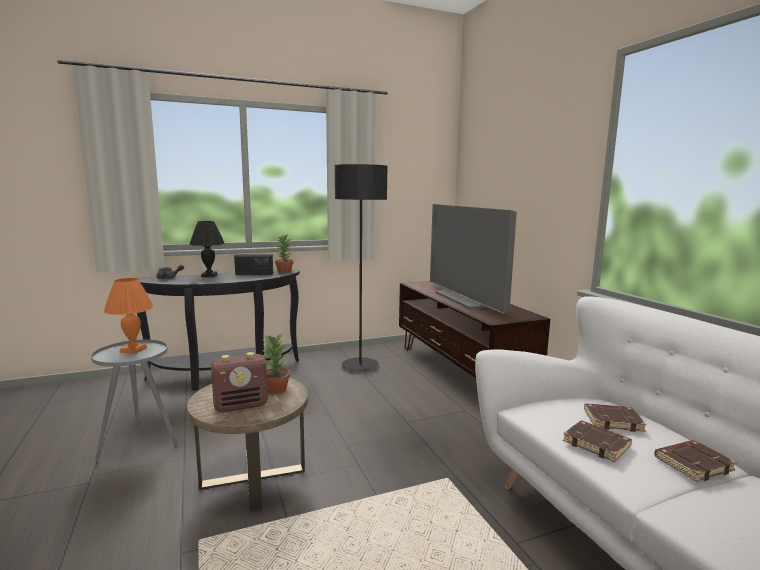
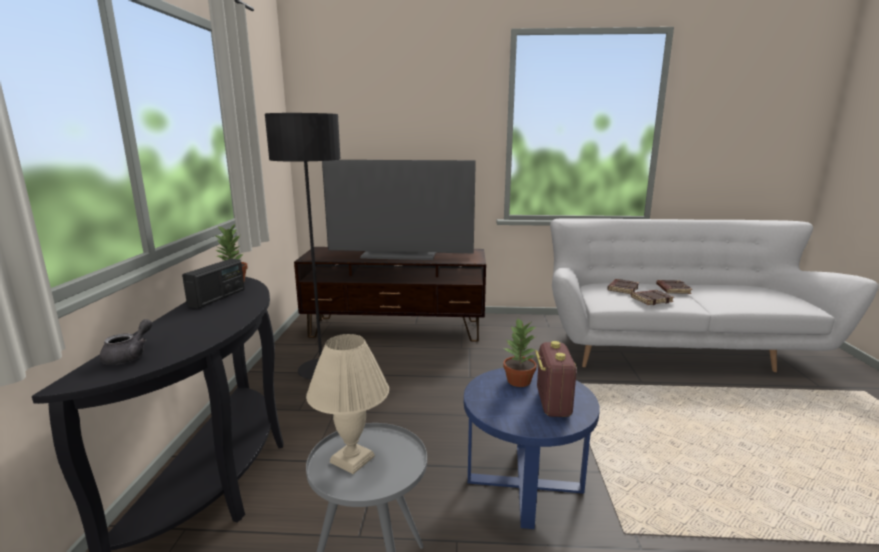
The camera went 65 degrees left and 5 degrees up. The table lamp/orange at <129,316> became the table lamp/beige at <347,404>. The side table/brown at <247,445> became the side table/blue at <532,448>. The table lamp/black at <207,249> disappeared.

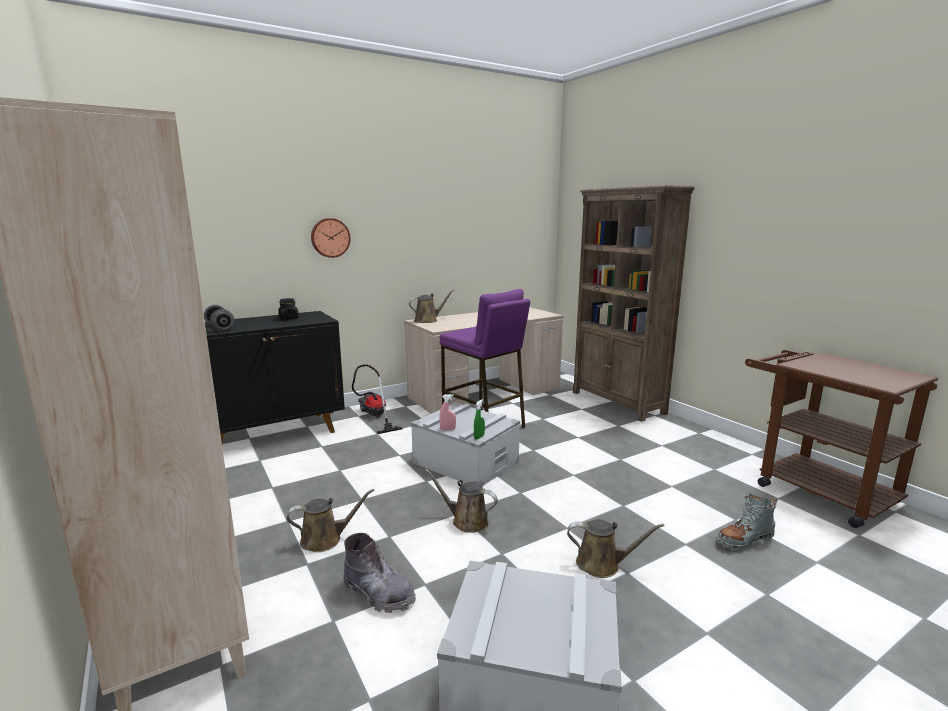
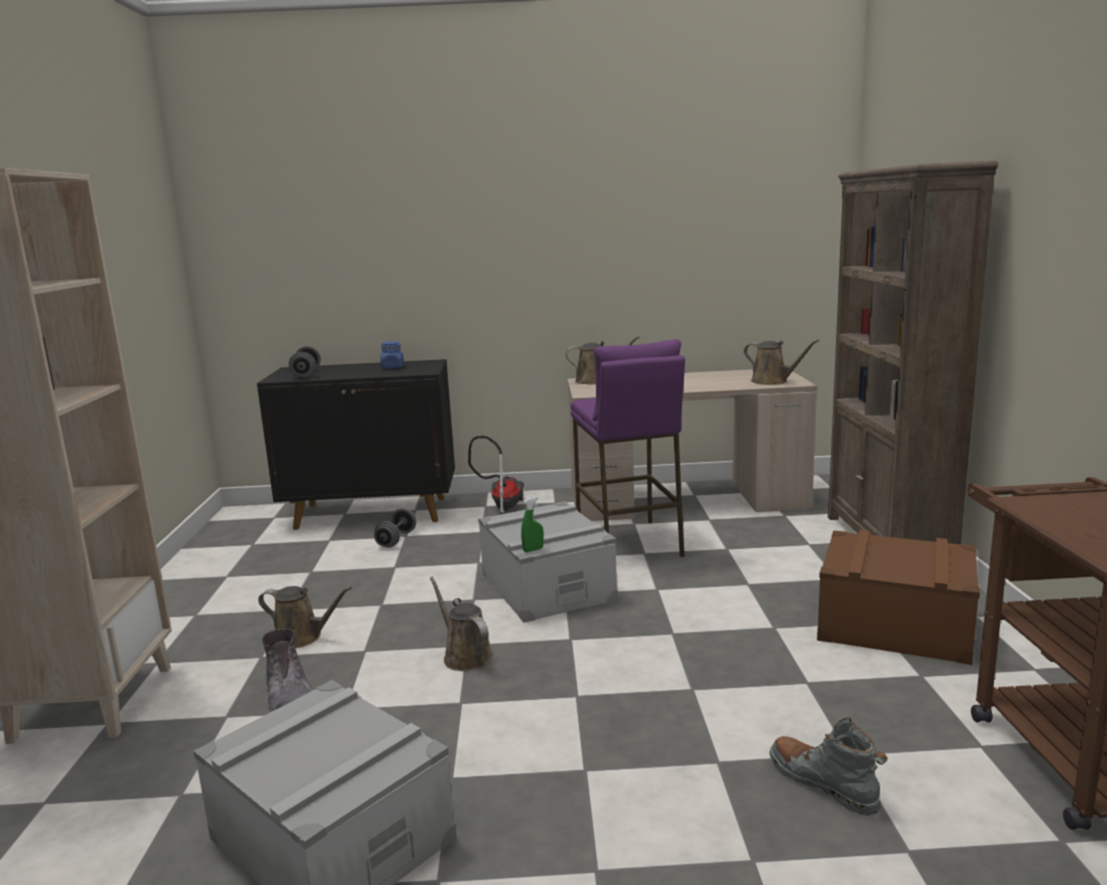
The camera went 30 degrees right and 0 degrees up. The dumbbell/grey at <395,527> appeared. The jar/black at <288,309> became the jar/blue at <392,355>. The watering can/brown moved from <615,548> to <781,362>. The boot/grey at <746,522> turned 45 degrees clockwise. The storage box/brown at <898,597> appeared. The wall clock at <330,238> disappeared. The spray bottle/pink at <447,412> disappeared.

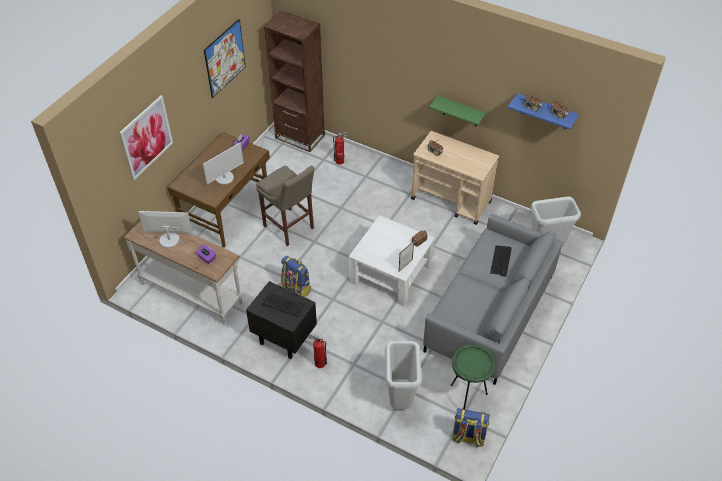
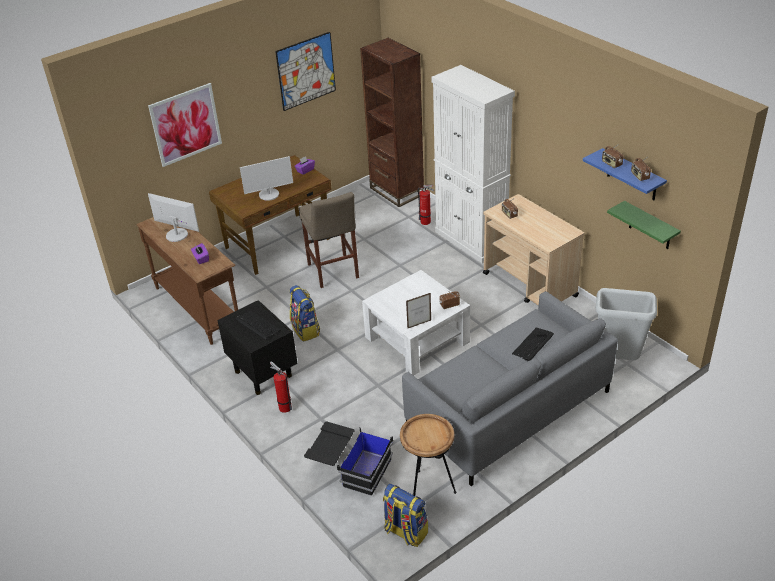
The camera went 25 degrees right and 10 degrees down. The console table/white at <183,272> became the console table/brown at <187,281>. The trash can/grey at <403,375> was replaced by the storage box/black at <348,458>. The side table/green at <473,377> became the side table/brown at <428,455>. The cabinet/white at <473,164> appeared. The shelf/green moved from <457,111> to <644,225>.

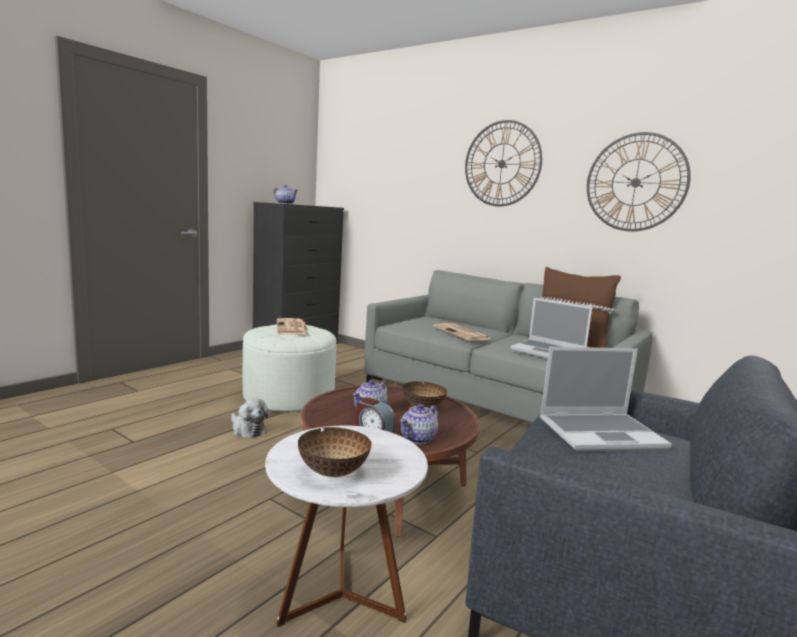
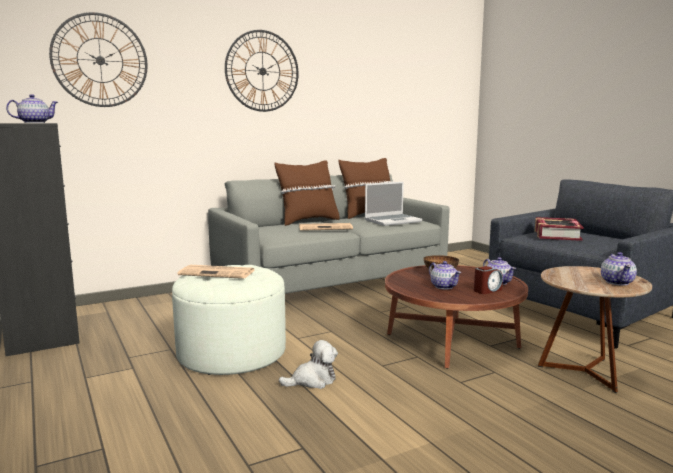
The camera went 65 degrees left and 0 degrees up. The wall clock moved from <639,181> to <98,59>. The pillow/brown at <307,193> appeared. The laptop at <606,399> was replaced by the book at <559,229>. The side table/white at <346,526> became the side table/brown at <595,329>. The bowl at <335,452> was replaced by the teapot at <619,268>.

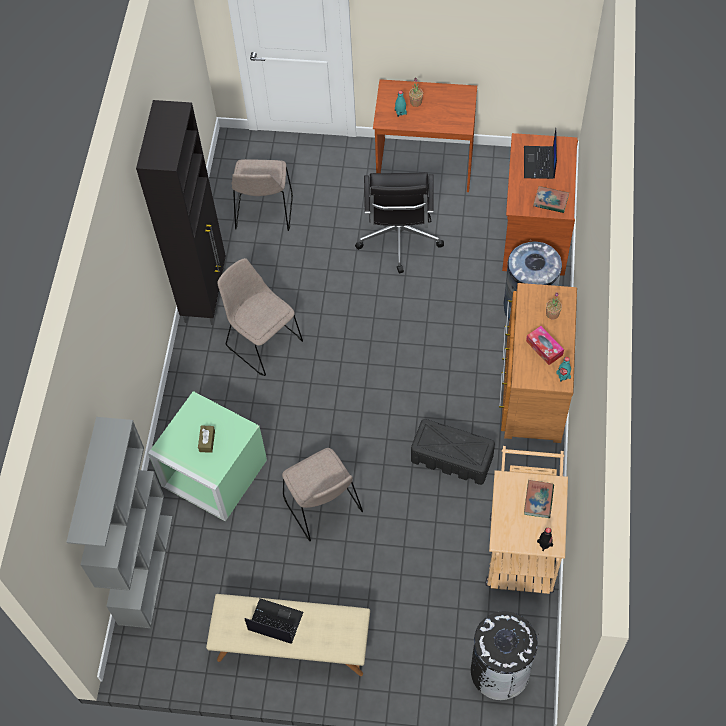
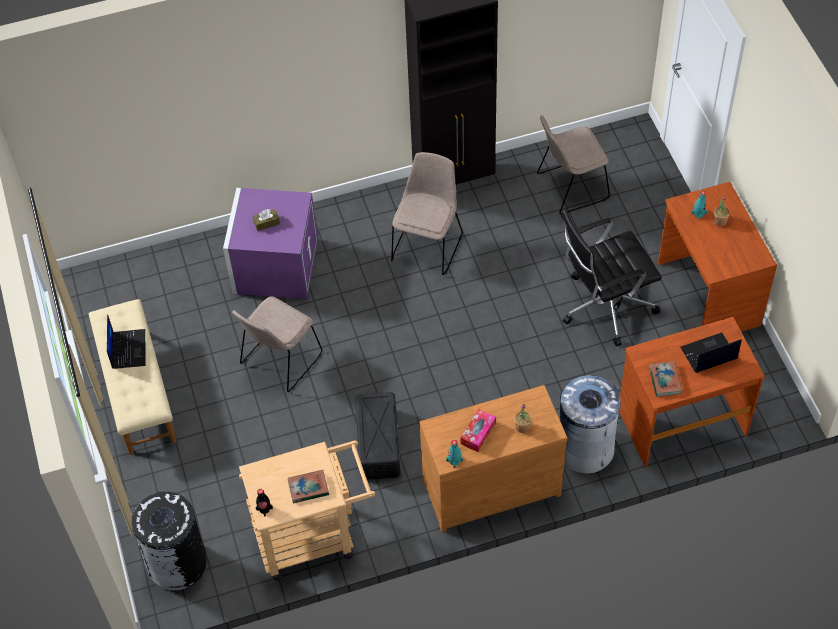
The camera went 65 degrees right and 5 degrees down. The storage box/green at <207,456> became the storage box/purple at <270,243>. The bookcase/grey at <120,522> disappeared.

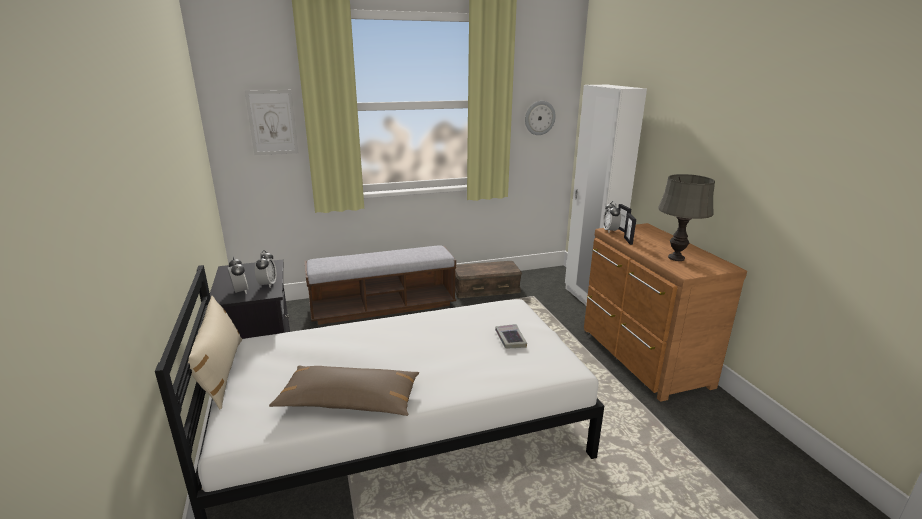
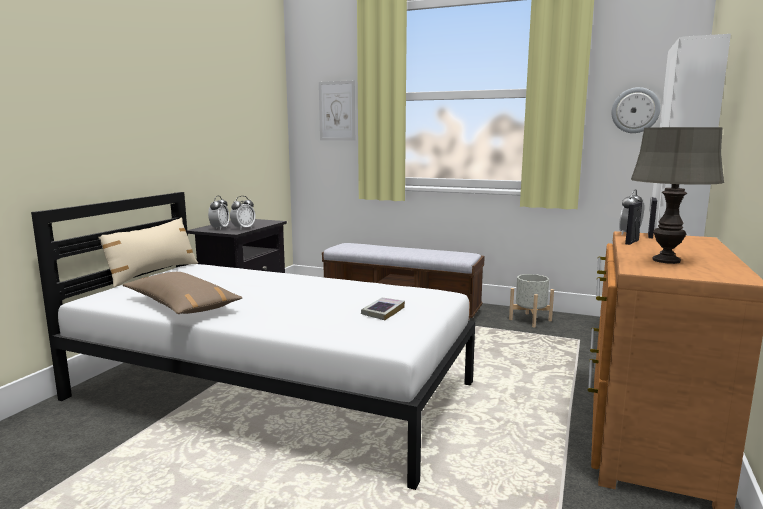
The camera went 40 degrees right and 10 degrees down. The storage box/brown at <488,279> was replaced by the planter/grey at <531,301>.

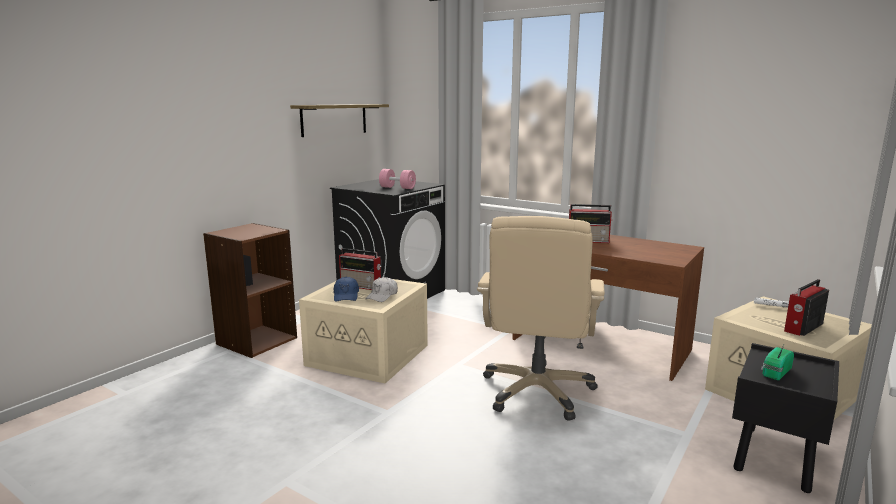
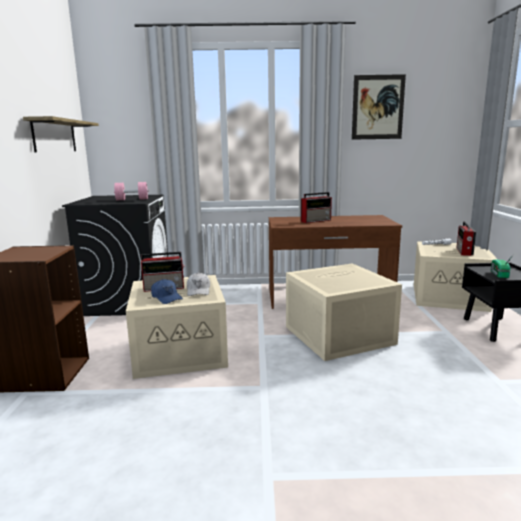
The camera went 35 degrees left and 0 degrees up. The office chair/beige at <541,318> was replaced by the storage box/beige at <344,312>. The picture at <379,107> appeared.

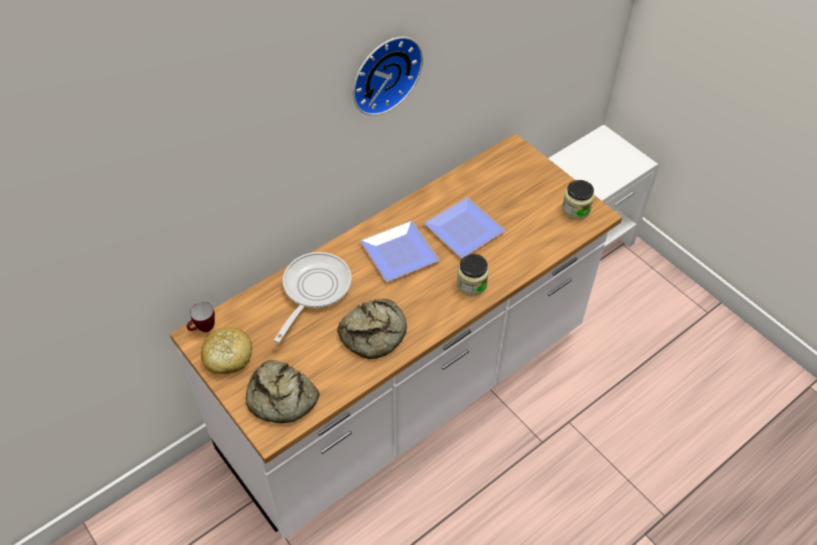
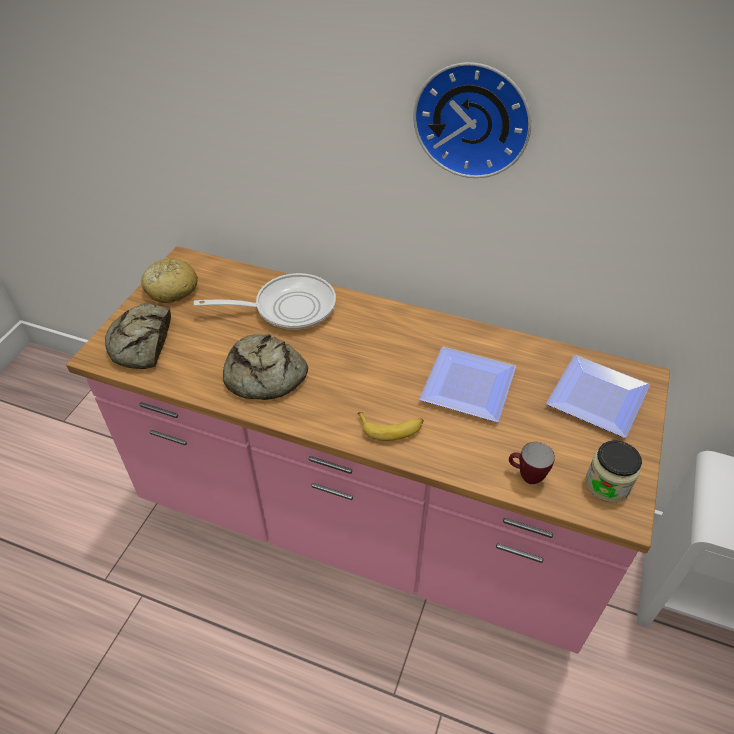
The camera went 60 degrees right and 5 degrees down. The counter/white at <396,336> became the counter/pink at <368,450>. The jar at <473,275> was replaced by the banana at <390,426>. The mug moved from <201,317> to <532,463>. The plate moved from <399,251> to <598,396>.

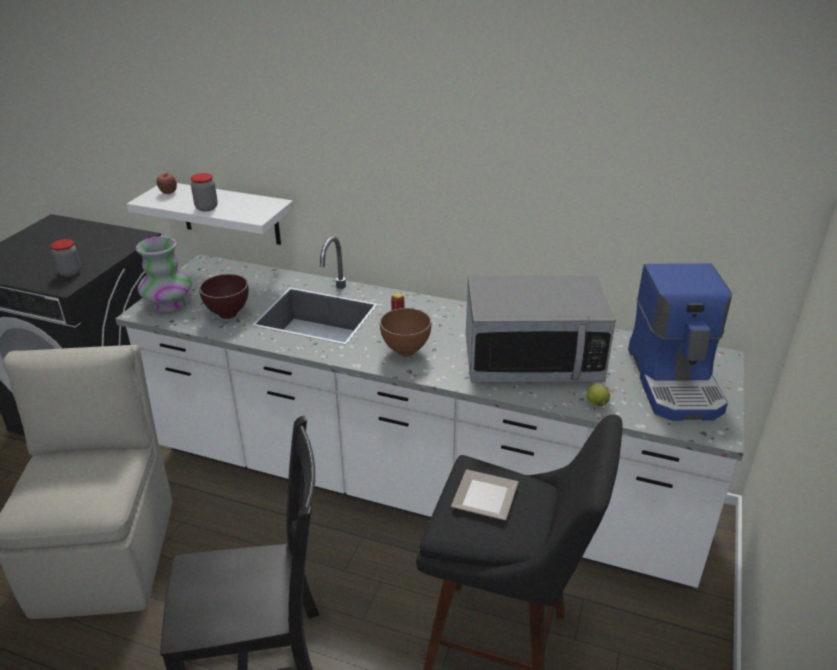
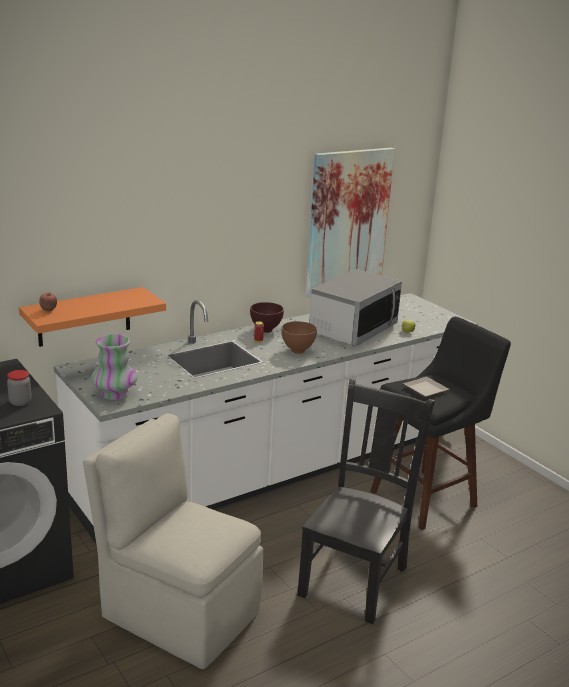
The camera went 55 degrees left and 10 degrees down. The shelf/white at <210,214> became the shelf/orange at <92,317>. The bowl/brown moved from <224,296> to <267,317>. The picture at <350,223> appeared. The jar at <204,192> disappeared. The coffee machine at <680,342> disappeared.

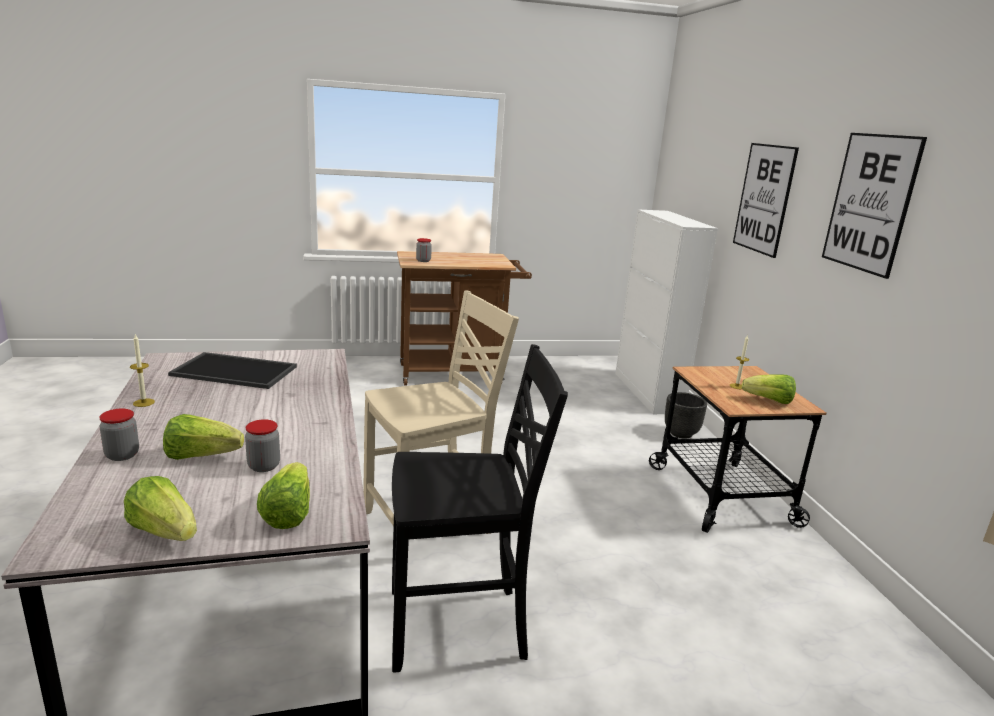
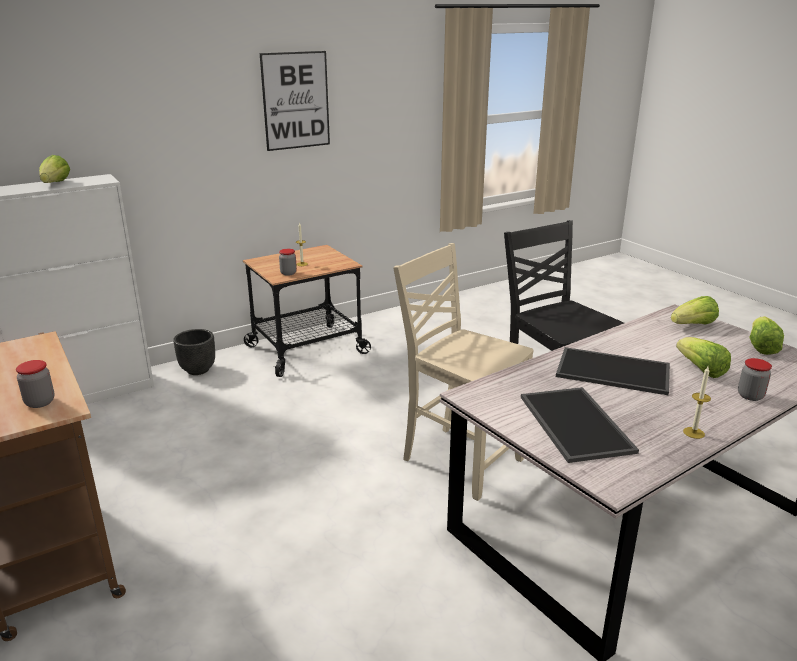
The camera went 110 degrees left and 5 degrees up. The lettuce moved from <769,389> to <54,169>. The jar moved from <262,445> to <288,262>. The tray at <613,371> appeared. The picture at <766,200> disappeared.

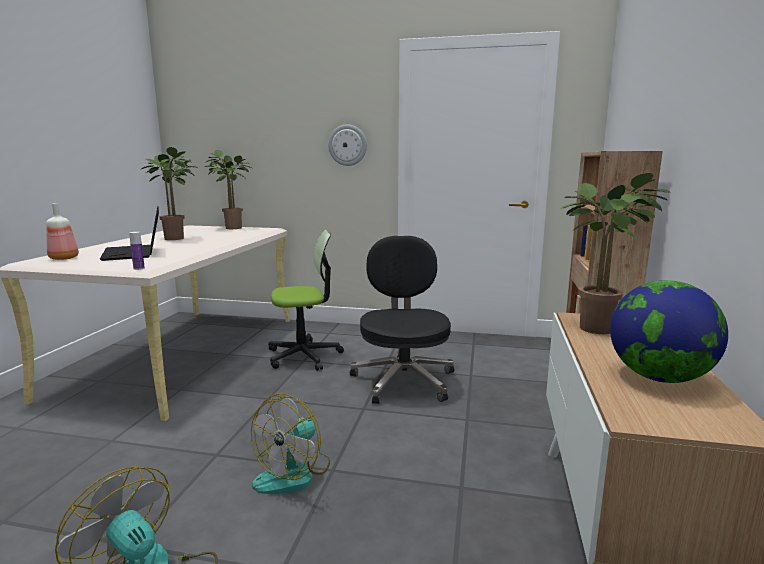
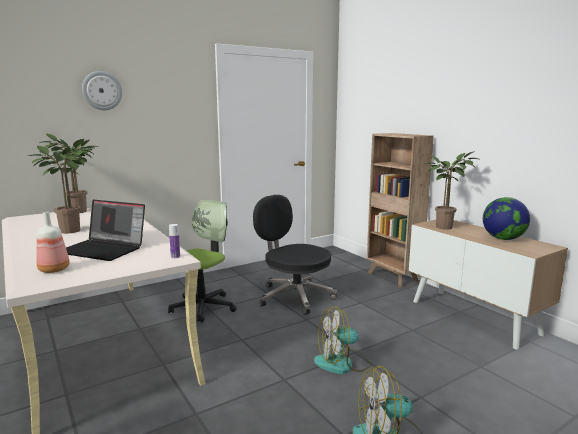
The camera went 45 degrees left and 0 degrees up. The wall clock moved from <347,145> to <102,90>. The fan at <290,444> turned 90 degrees clockwise.

